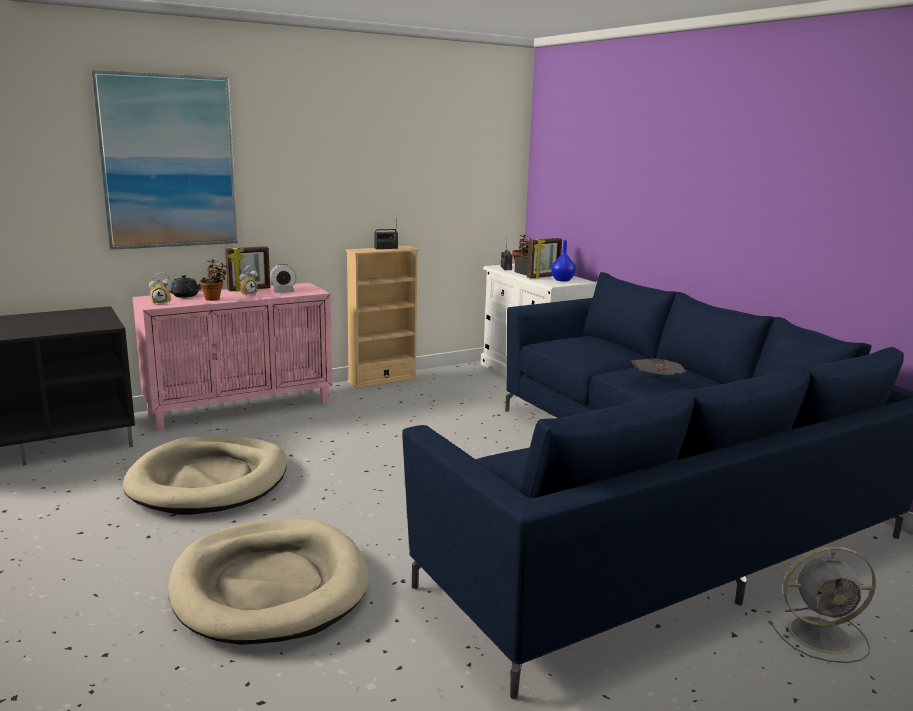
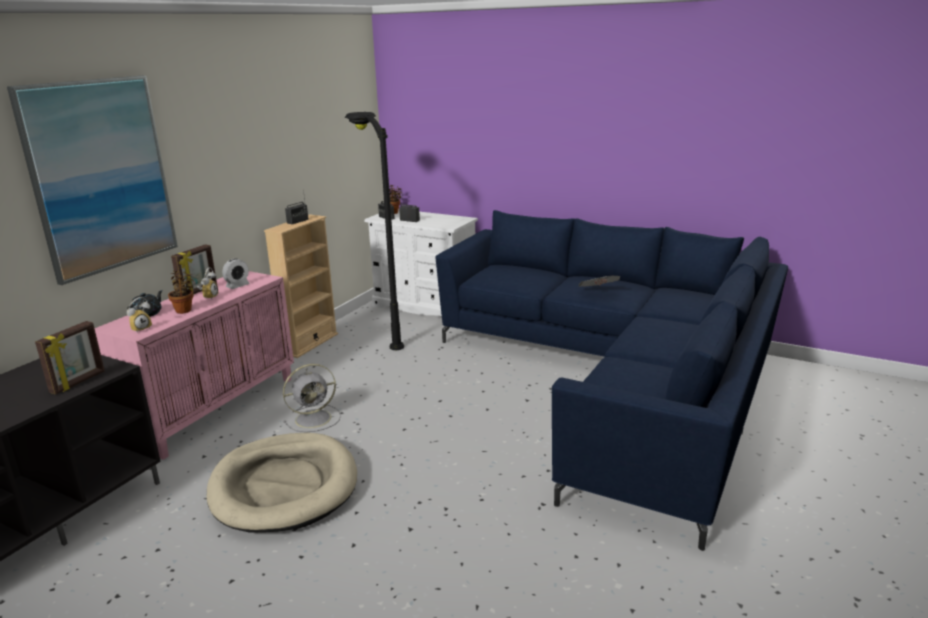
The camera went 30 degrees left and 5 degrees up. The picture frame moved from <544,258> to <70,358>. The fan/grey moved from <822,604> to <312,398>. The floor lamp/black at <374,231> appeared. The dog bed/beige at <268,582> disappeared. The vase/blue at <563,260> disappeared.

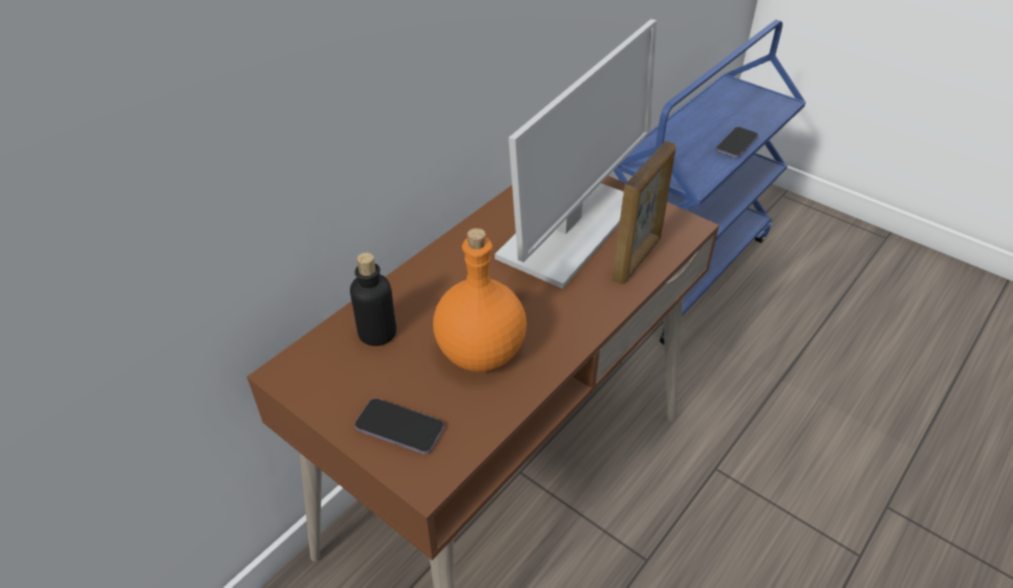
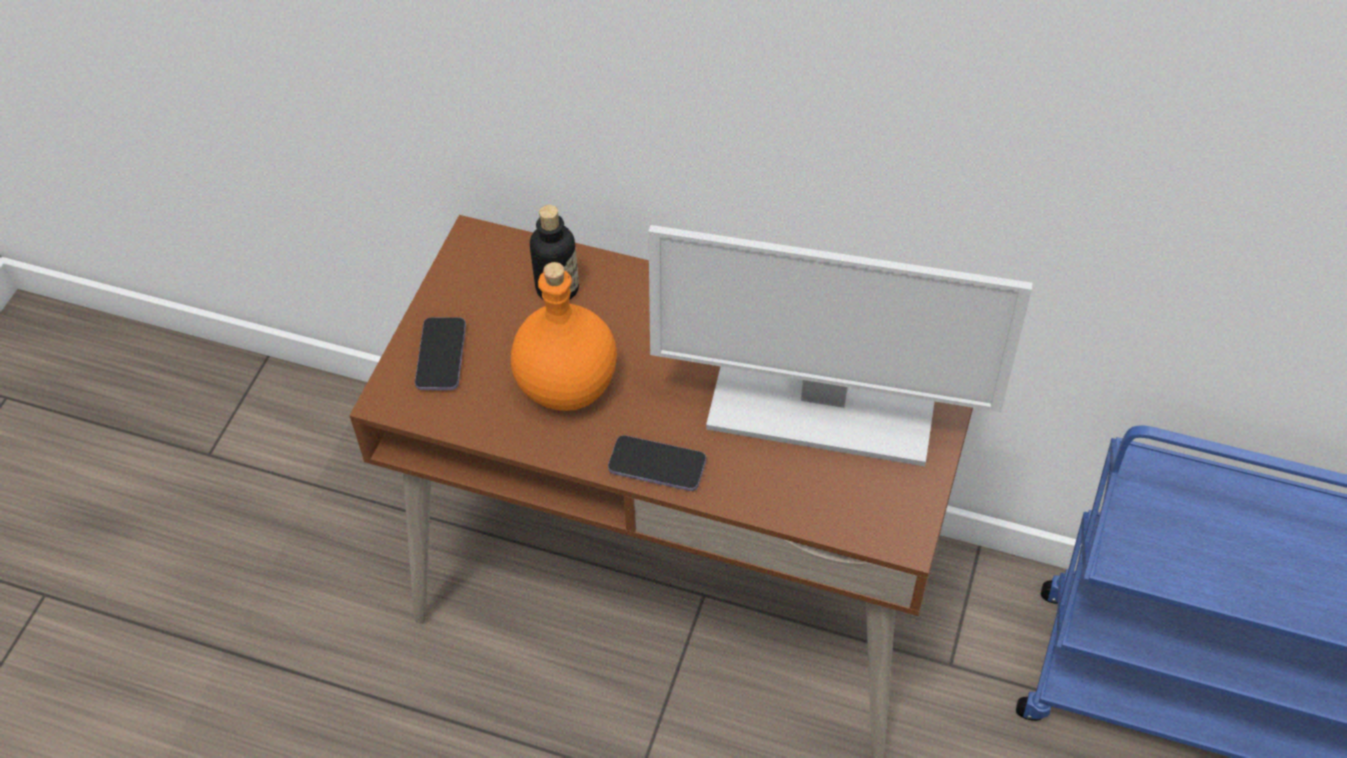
The camera went 70 degrees right and 10 degrees up. The phone moved from <737,142> to <657,463>. The picture frame at <644,212> disappeared.

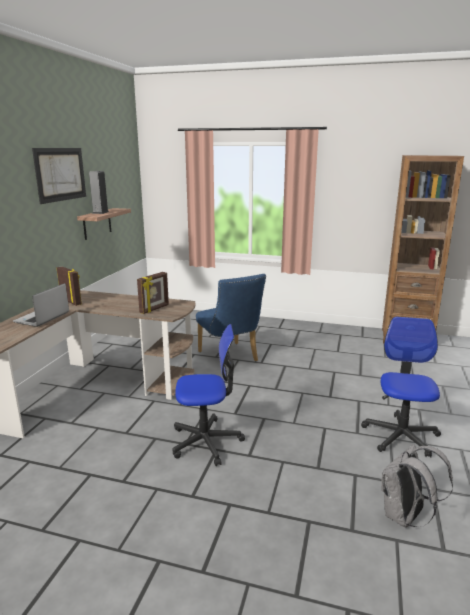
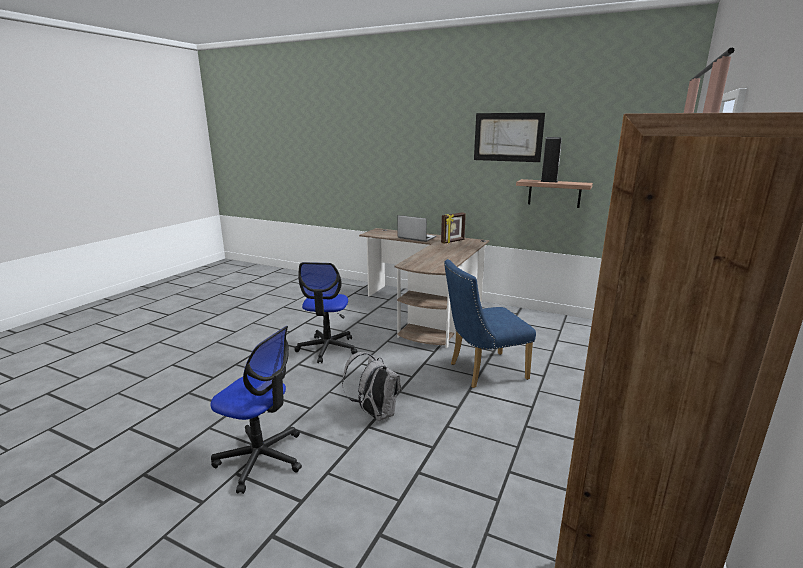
The camera went 100 degrees right and 0 degrees up. The backpack/grey moved from <417,486> to <371,386>. The picture frame at <153,293> disappeared.

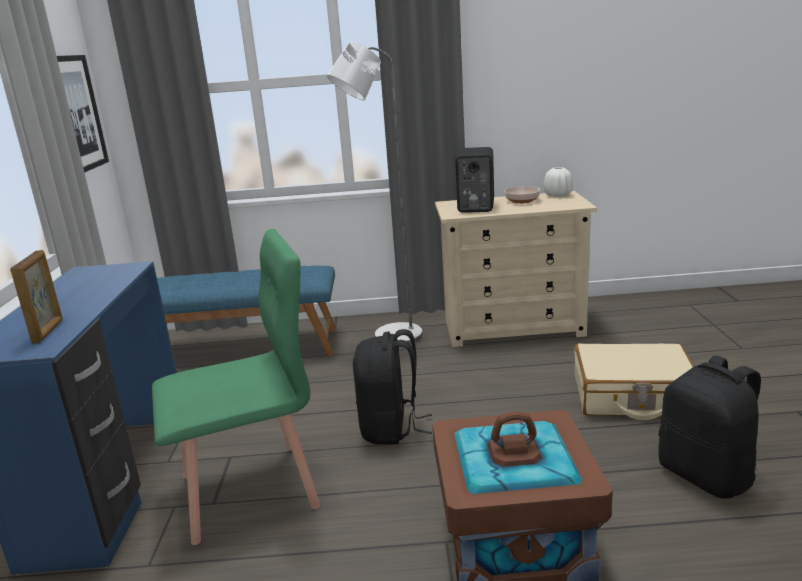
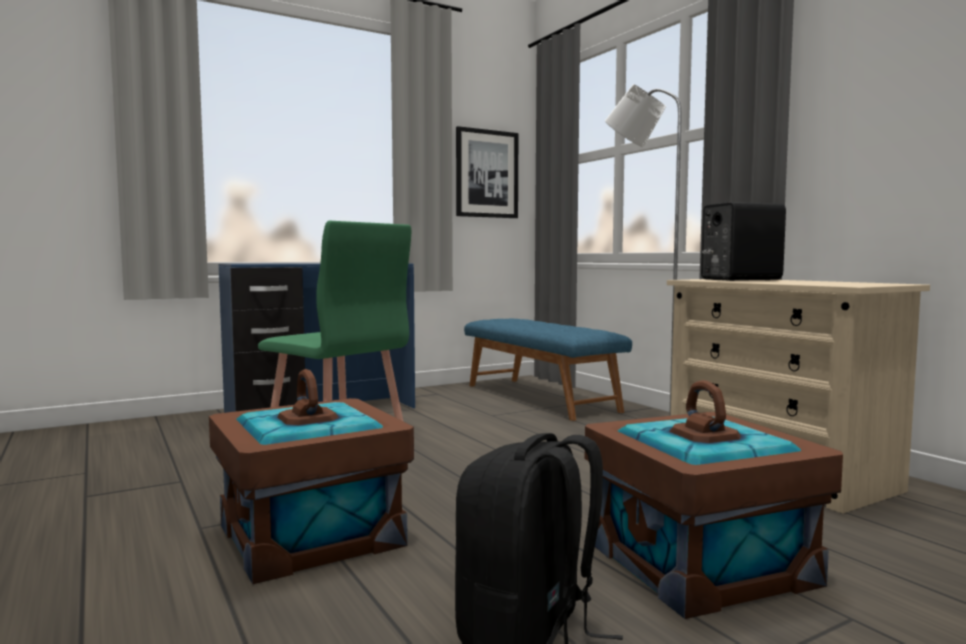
The camera went 60 degrees right and 15 degrees down. The suitcase/beige at <634,381> was replaced by the storage box/brown at <714,499>. The picture frame at <36,297> disappeared. The backpack/black at <392,386> disappeared. The bowl at <522,195> disappeared. The vase/white at <558,182> disappeared.

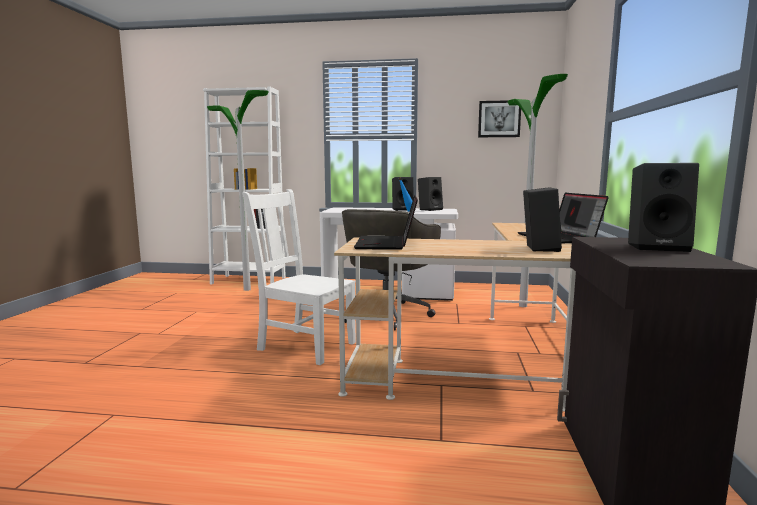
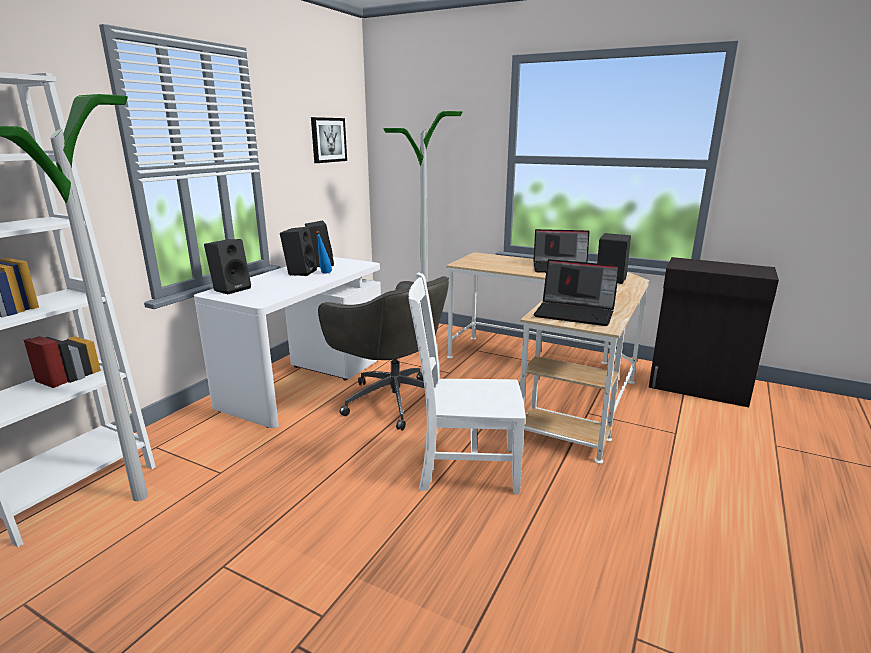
The camera went 70 degrees left and 10 degrees up. The speaker/black moved from <663,207> to <227,266>. The chair/white at <299,277> turned 45 degrees clockwise.

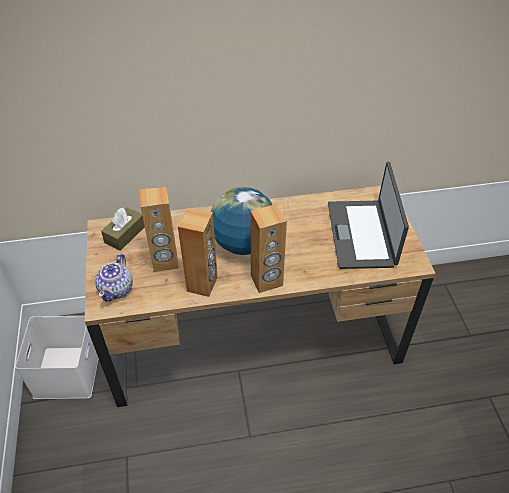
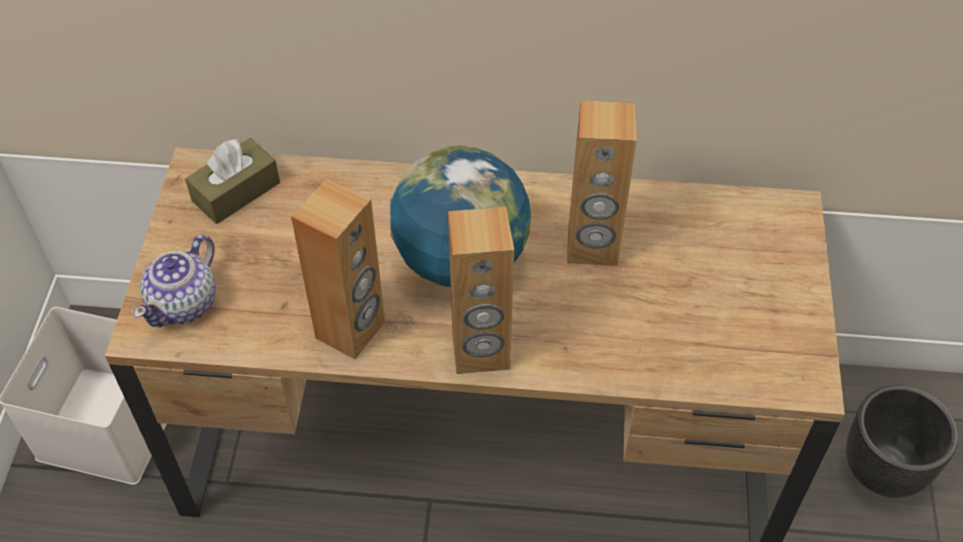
The camera went 15 degrees right and 5 degrees up. The speaker/brown moved from <159,229> to <602,183>. The planter/black at <902,441> appeared. The laptop at <368,215> disappeared.

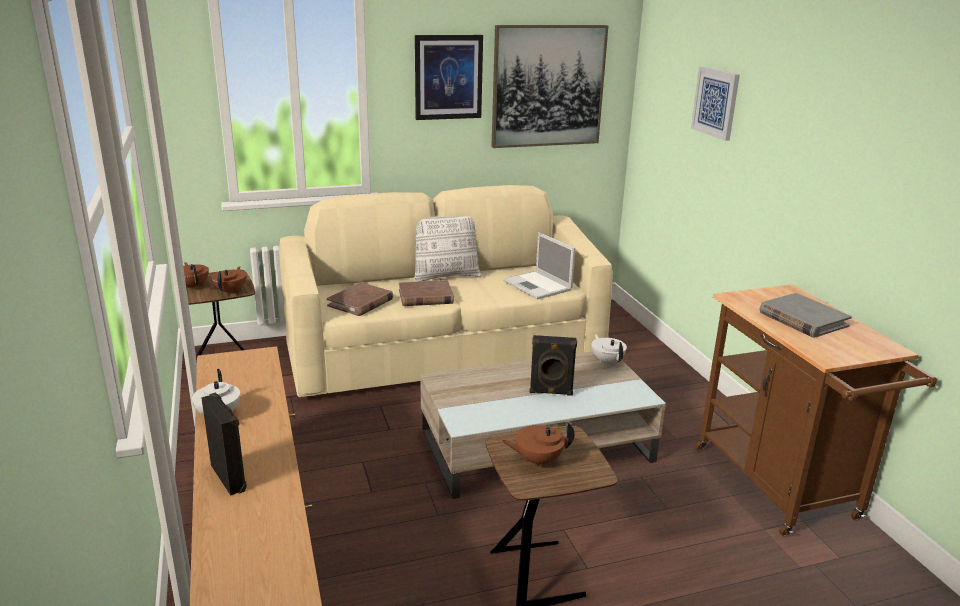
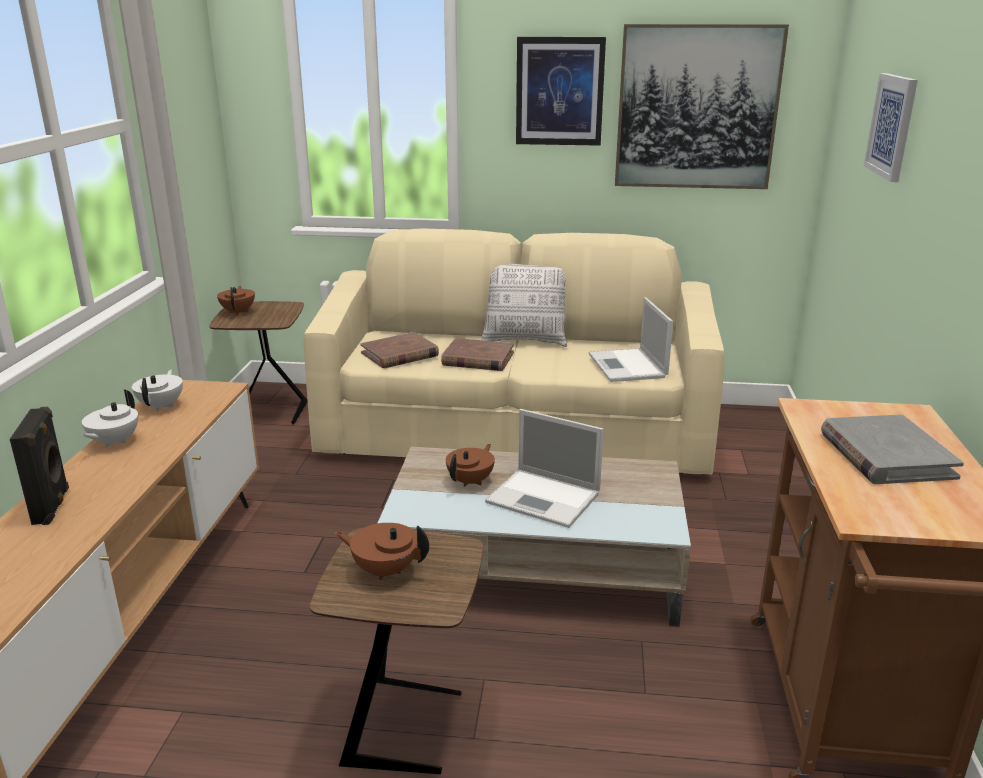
The camera went 25 degrees right and 0 degrees up. The teapot/white moved from <609,349> to <157,390>. The teapot/brown moved from <228,280> to <470,465>. The speaker/black at <553,365> was replaced by the laptop at <544,468>.

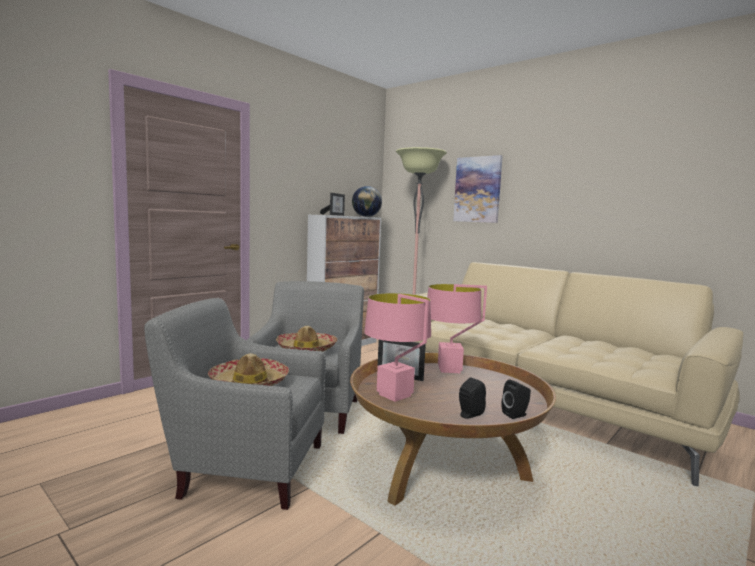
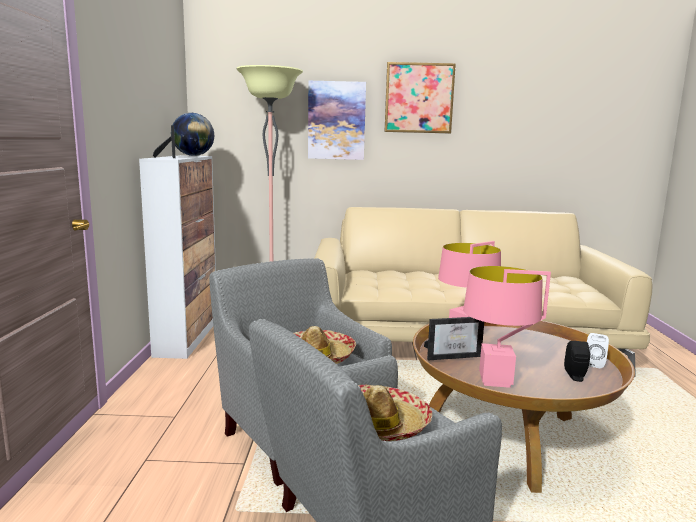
The camera went 40 degrees left and 5 degrees up. The picture at <420,97> appeared. The speaker/black at <516,399> became the speaker/white at <598,351>.

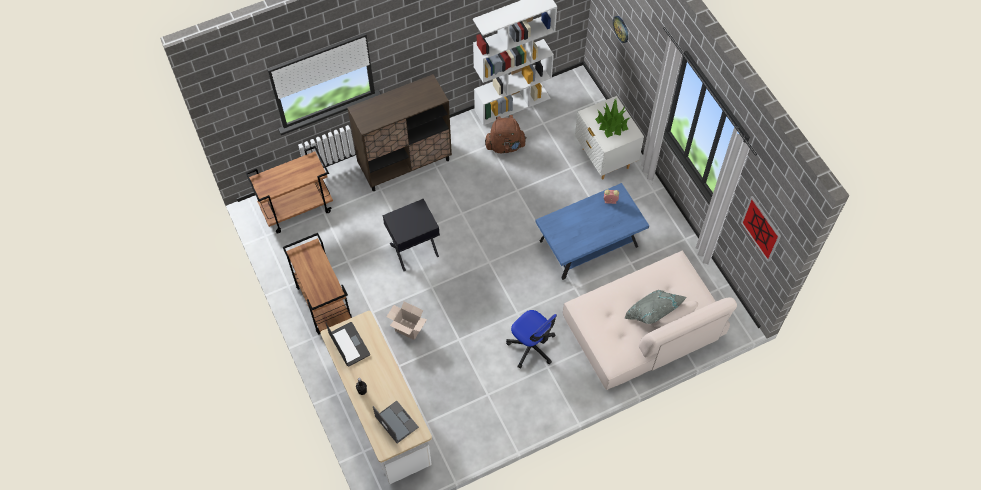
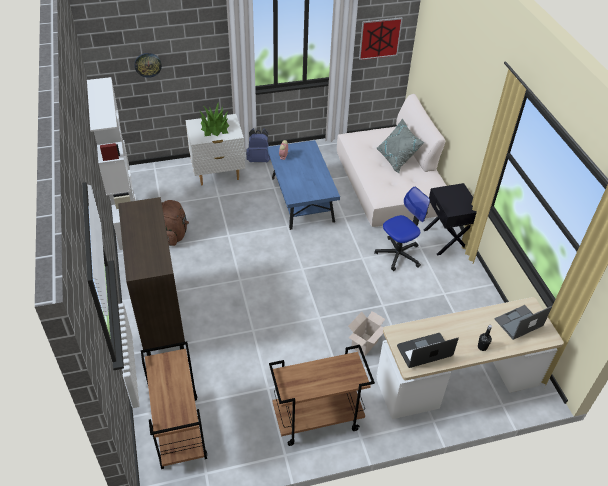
The camera went 80 degrees left and 15 degrees down. The backpack/blue at <258,145> appeared. The side table/black moved from <411,235> to <450,219>.

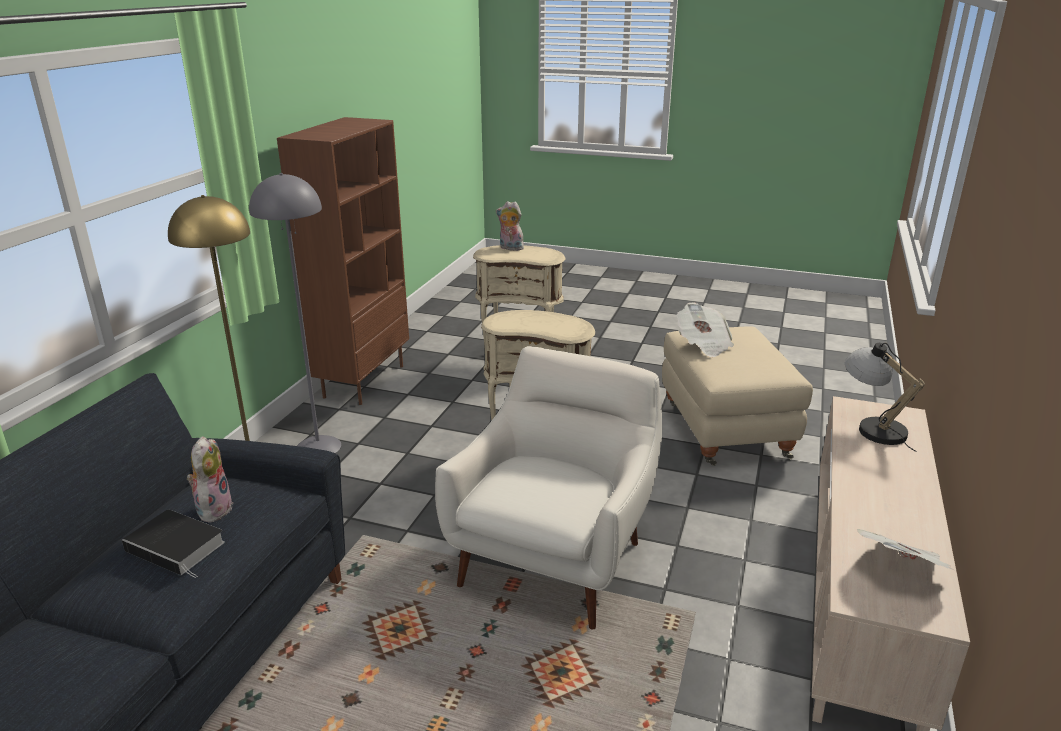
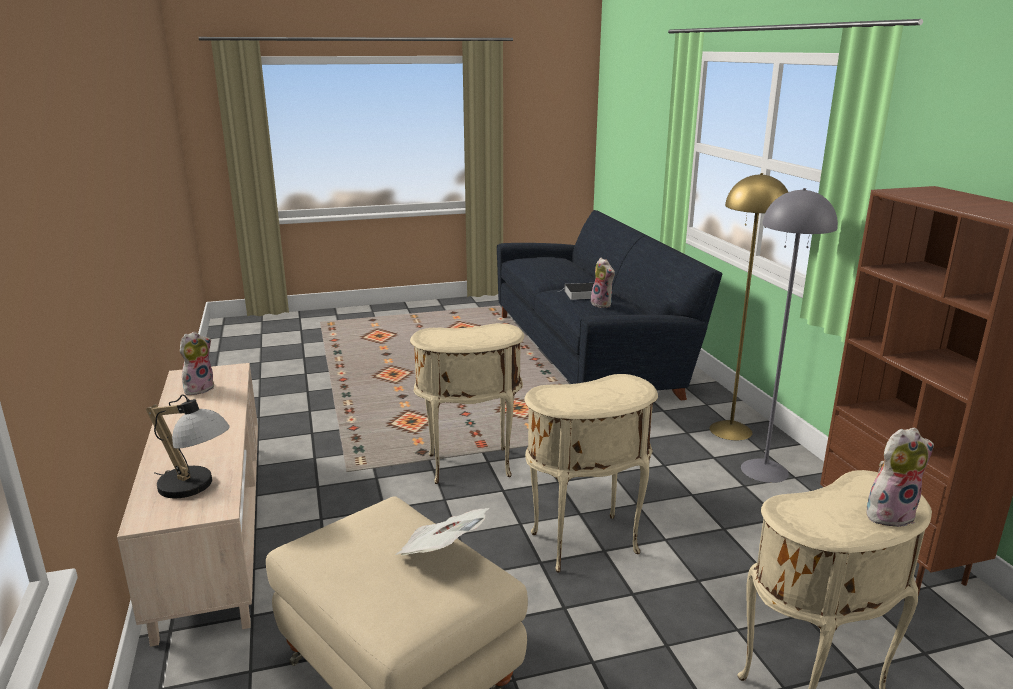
The camera went 145 degrees right and 5 degrees down. The newspaper at <906,550> was replaced by the plush toy at <197,363>. The armchair/white at <548,487> was replaced by the side table/beige at <467,403>.

